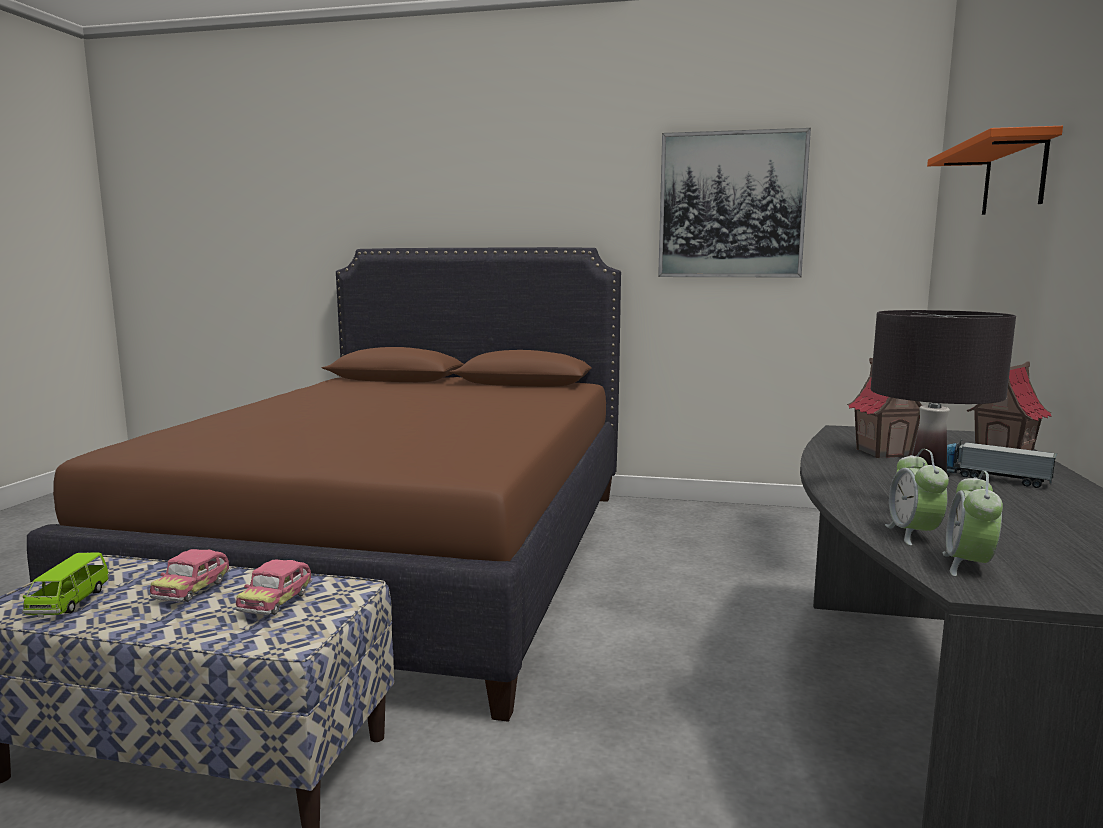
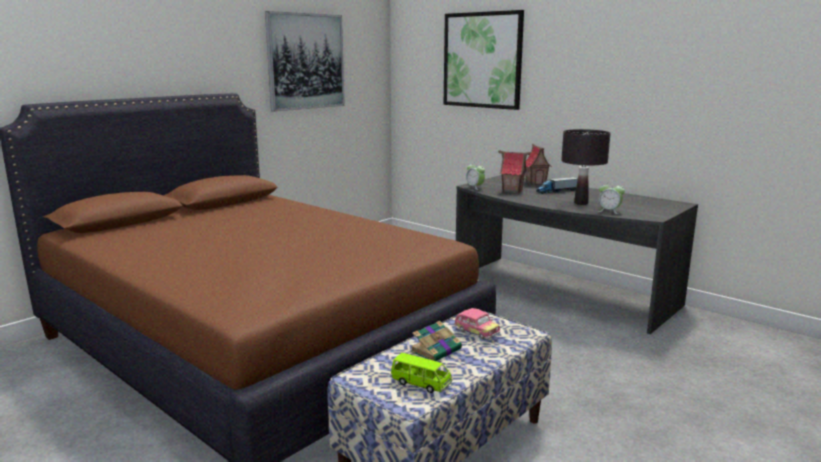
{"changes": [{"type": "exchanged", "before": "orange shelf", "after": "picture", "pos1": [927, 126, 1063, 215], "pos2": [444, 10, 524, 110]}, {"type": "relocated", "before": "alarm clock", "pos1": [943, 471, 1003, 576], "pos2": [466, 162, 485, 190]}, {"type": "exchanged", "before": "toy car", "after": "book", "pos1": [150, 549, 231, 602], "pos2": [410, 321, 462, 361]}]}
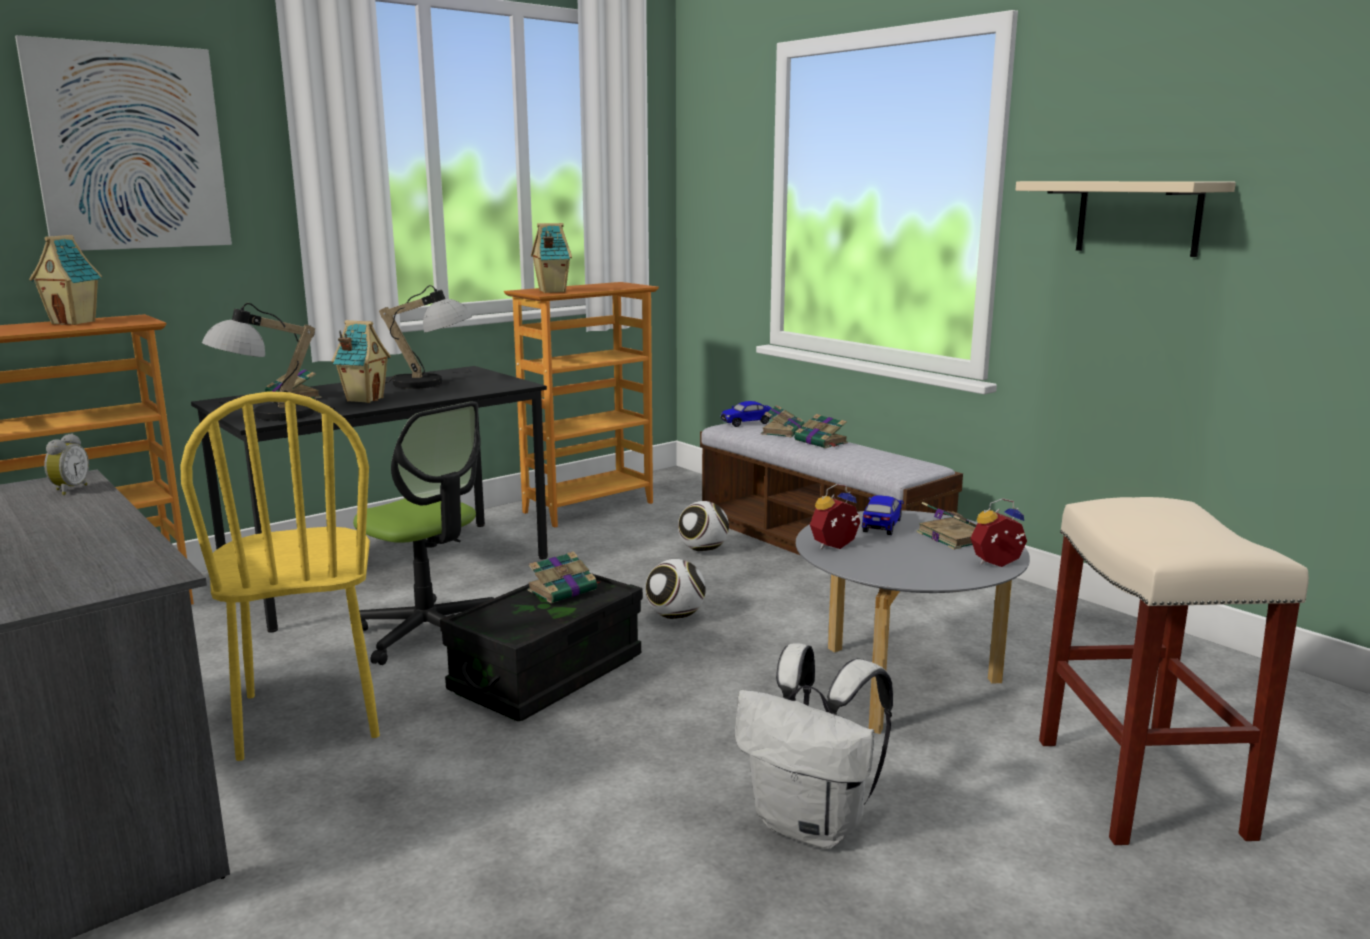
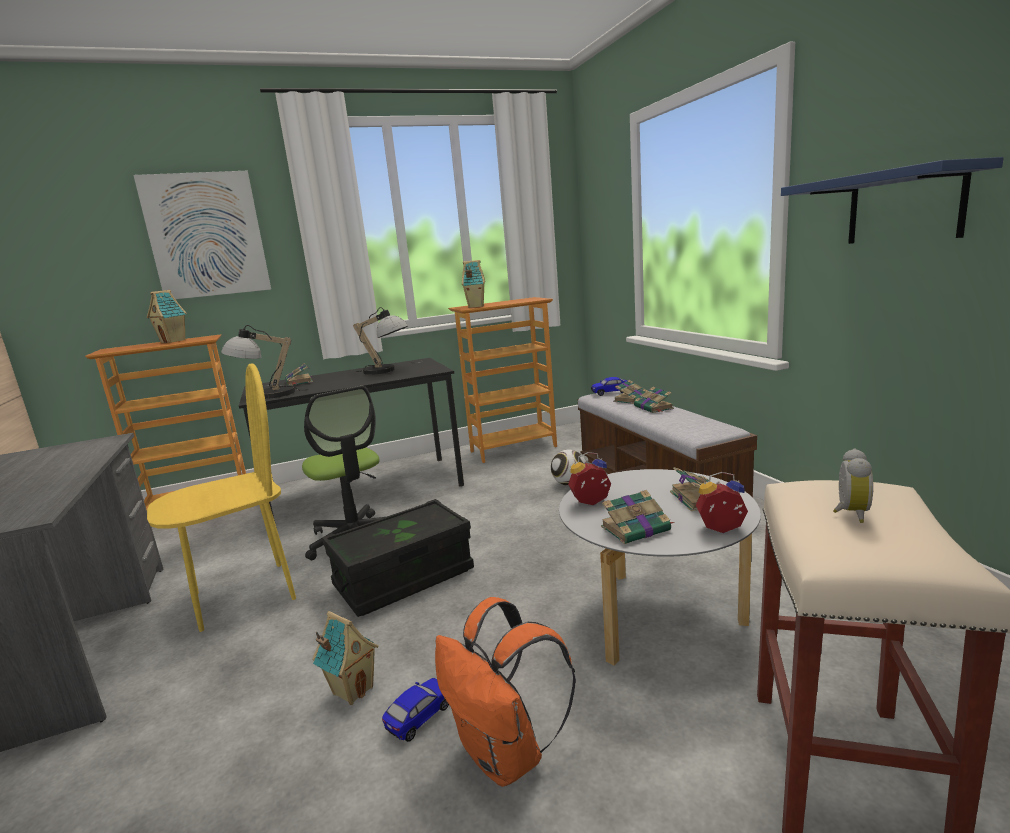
{"changes": [{"type": "colour", "before": "beige shelf", "after": "blue shelf", "pos1": [1015, 181, 1236, 257], "pos2": [781, 157, 1004, 244]}, {"type": "relocated", "before": "toy house", "pos1": [332, 320, 391, 403], "pos2": [312, 611, 378, 705]}, {"type": "spun", "before": "yellow chair", "pos1": [181, 391, 380, 761], "pos2": [147, 363, 296, 632], "turn": -120}, {"type": "relocated", "before": "alarm clock", "pos1": [44, 434, 89, 495], "pos2": [833, 448, 873, 523]}, {"type": "relocated", "before": "toy car", "pos1": [862, 495, 904, 535], "pos2": [382, 678, 449, 742]}, {"type": "relocated", "before": "book", "pos1": [527, 551, 600, 603], "pos2": [601, 490, 675, 544]}, {"type": "missing", "before": "football", "pos1": [646, 559, 706, 619]}, {"type": "colour", "before": "white backpack", "after": "orange backpack", "pos1": [735, 643, 893, 849], "pos2": [435, 597, 576, 787]}]}
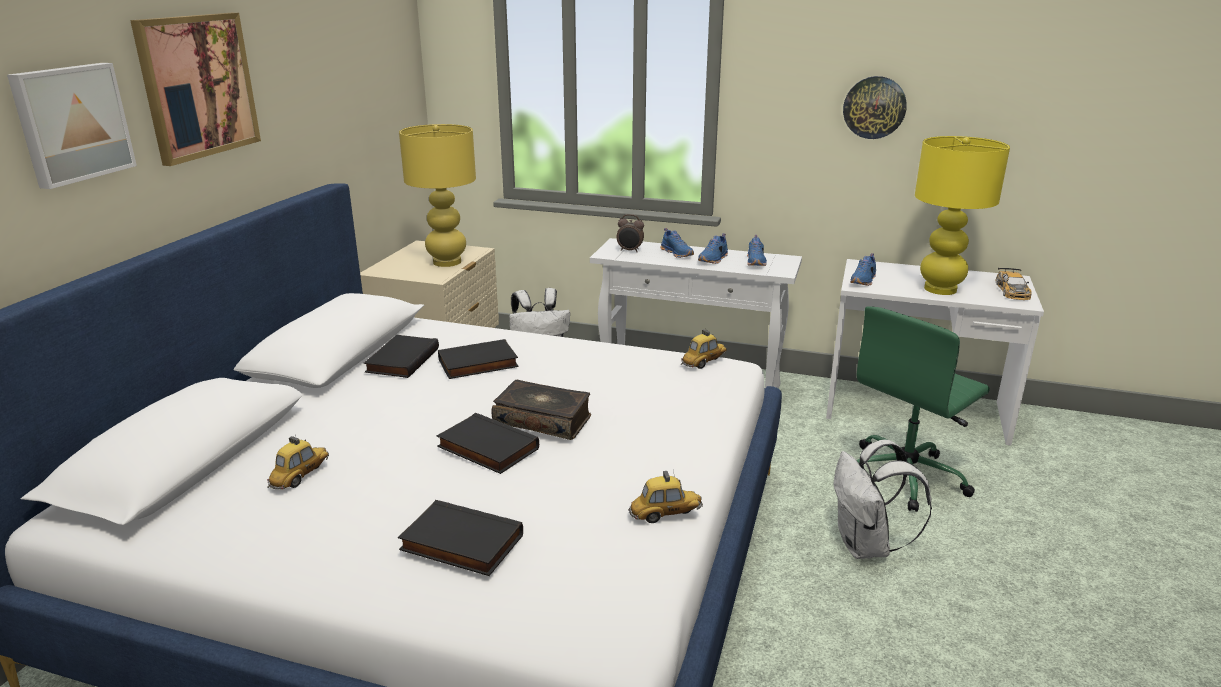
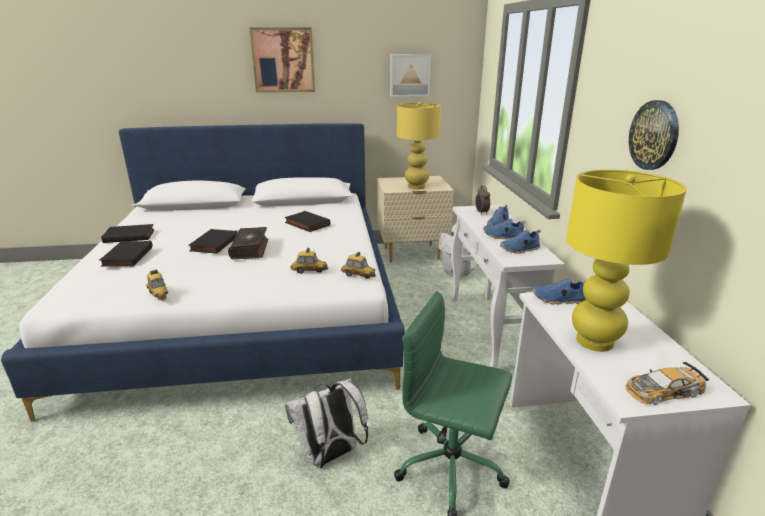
{"changes": [{"type": "relocated", "before": "picture", "pos1": [7, 63, 137, 189], "pos2": [390, 54, 431, 97]}, {"type": "relocated", "before": "black book", "pos1": [364, 335, 439, 378], "pos2": [101, 224, 155, 243]}, {"type": "relocated", "before": "toy car", "pos1": [267, 435, 329, 490], "pos2": [290, 248, 328, 274]}]}
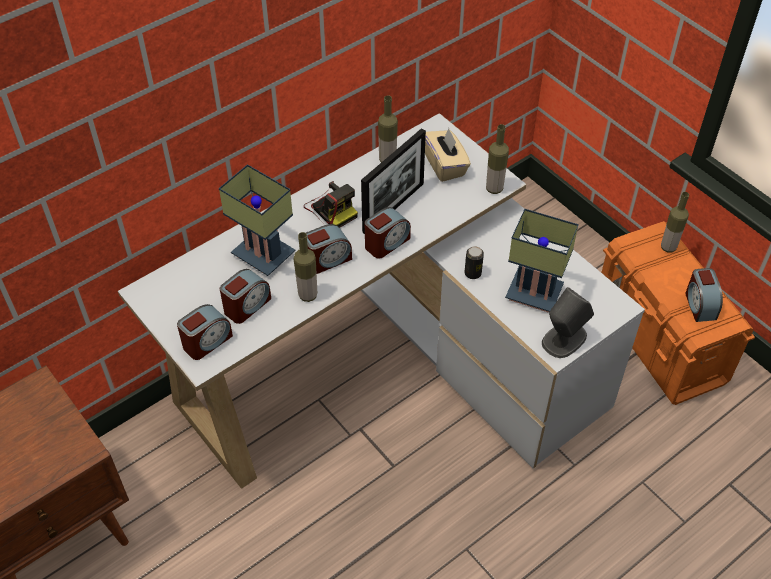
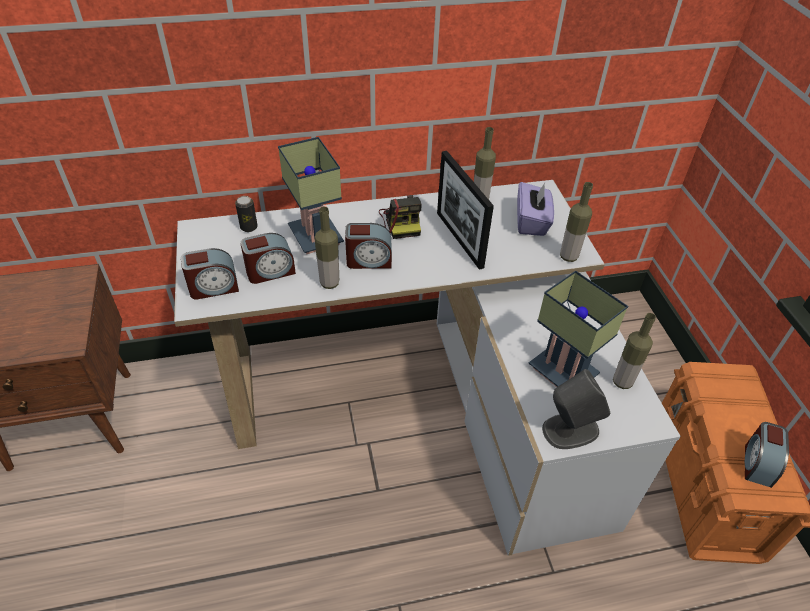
{"changes": [{"type": "spun", "before": "picture frame", "pos1": [361, 128, 426, 234], "pos2": [437, 151, 494, 270], "turn": 90}, {"type": "colour", "before": "beige tissue box", "after": "purple tissue box", "pos1": [425, 128, 471, 182], "pos2": [517, 182, 554, 236]}, {"type": "relocated", "before": "bottle", "pos1": [661, 192, 689, 253], "pos2": [613, 313, 656, 389]}, {"type": "missing", "before": "alarm clock", "pos1": [365, 207, 411, 259]}, {"type": "relocated", "before": "can", "pos1": [465, 246, 484, 279], "pos2": [235, 196, 258, 232]}]}
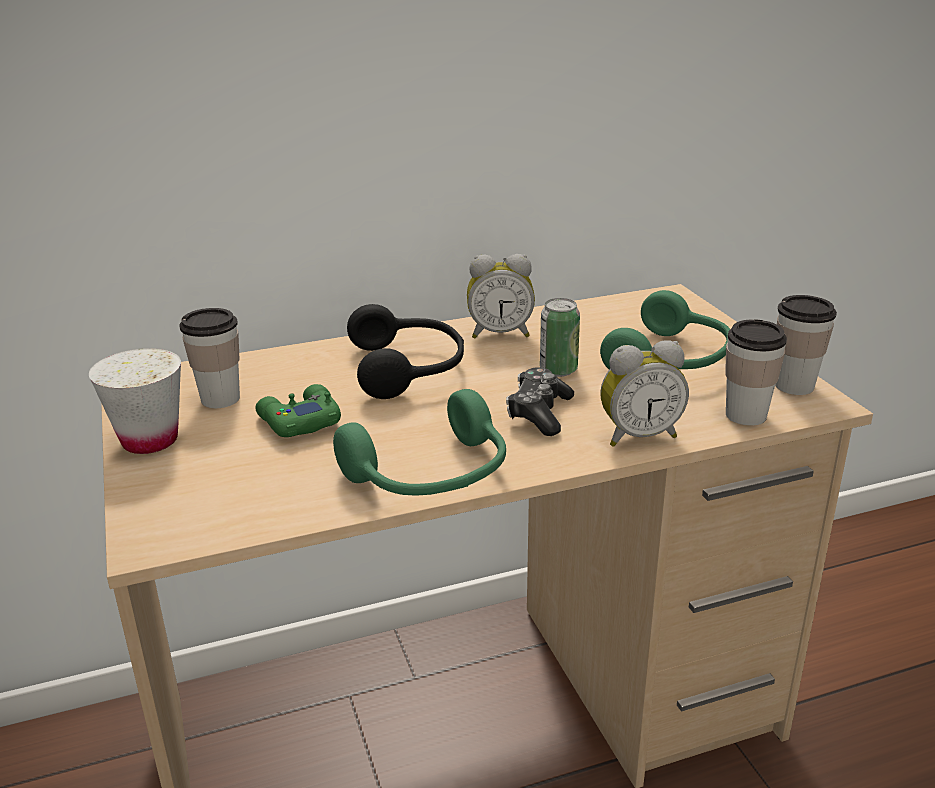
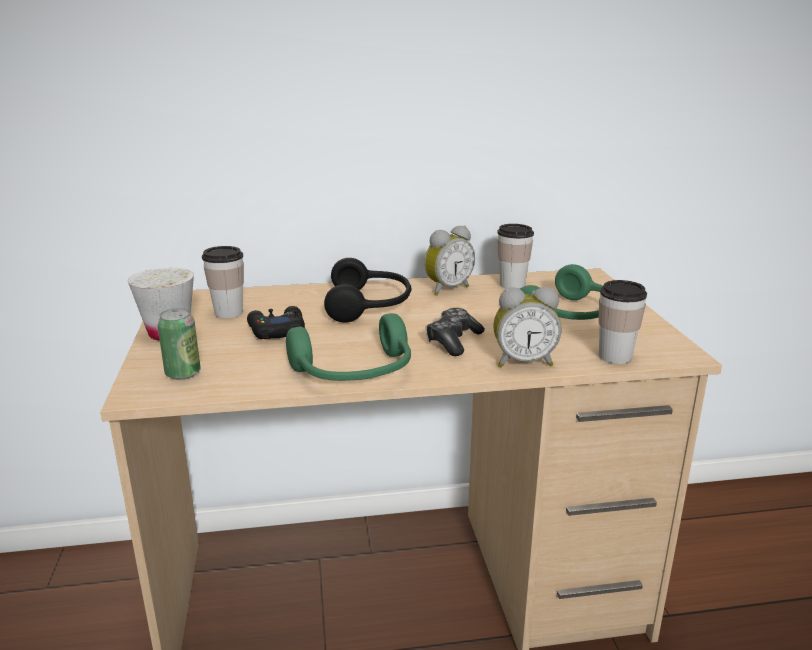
{"changes": [{"type": "spun", "before": "alarm clock", "pos1": [467, 254, 535, 339], "pos2": [424, 225, 475, 295], "turn": -45}, {"type": "relocated", "before": "cup", "pos1": [775, 295, 837, 395], "pos2": [497, 224, 534, 289]}, {"type": "relocated", "before": "can", "pos1": [540, 298, 580, 377], "pos2": [157, 308, 201, 380]}, {"type": "colour", "before": "green game controller", "after": "black game controller", "pos1": [255, 384, 341, 437], "pos2": [247, 306, 305, 339]}]}
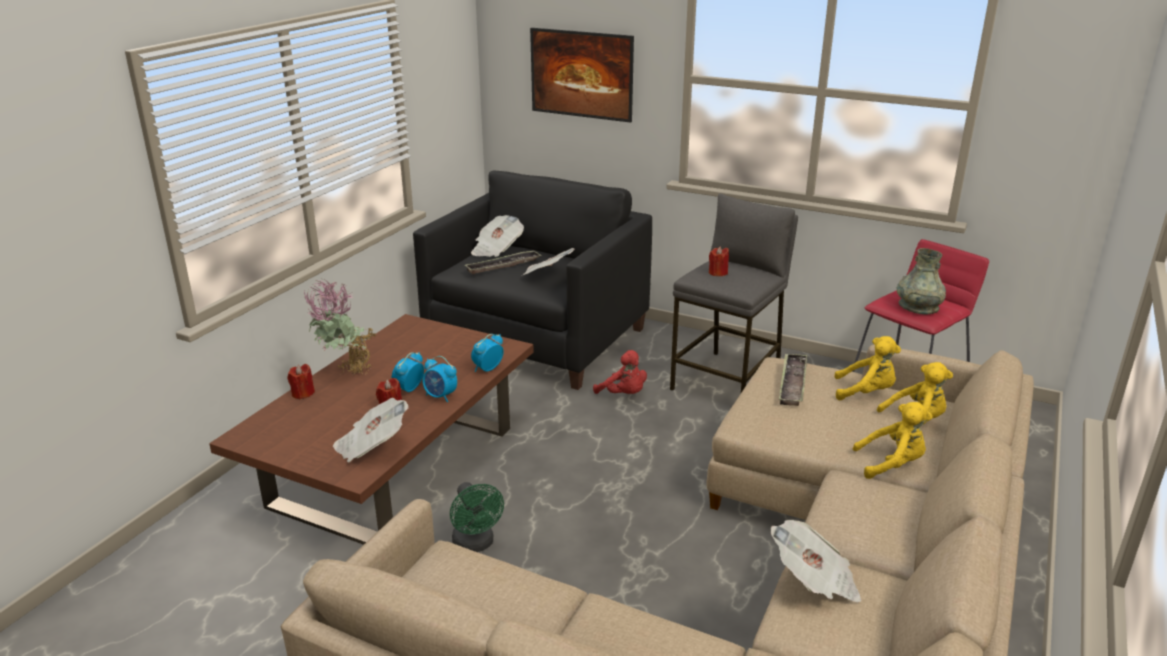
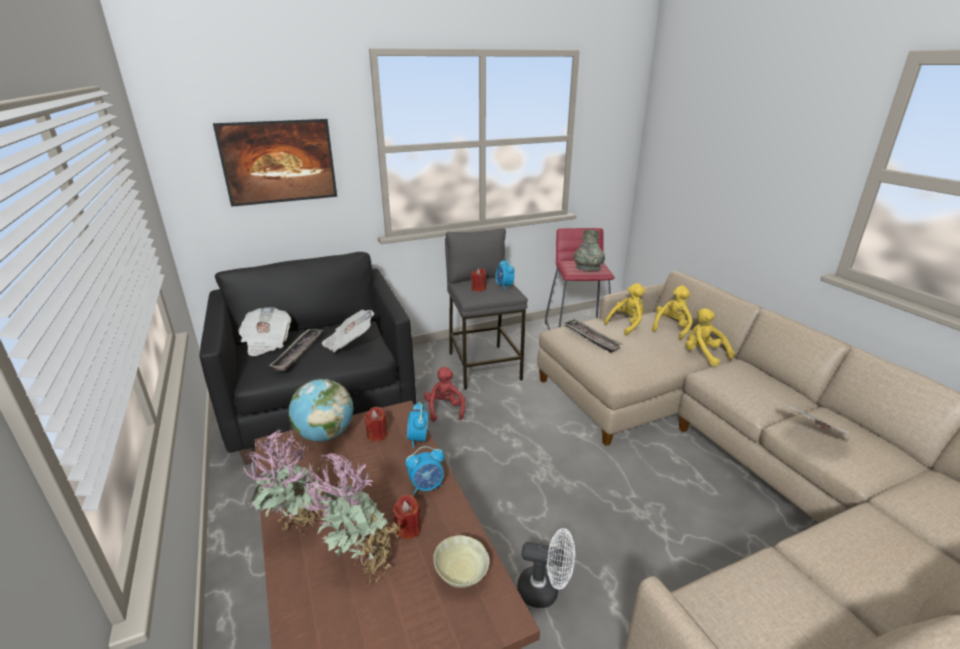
{"changes": [{"type": "spun", "before": "red plush toy", "pos1": [593, 350, 647, 394], "pos2": [424, 367, 465, 422], "turn": -90}, {"type": "relocated", "before": "alarm clock", "pos1": [391, 352, 424, 392], "pos2": [495, 259, 515, 290]}, {"type": "relocated", "before": "red candle", "pos1": [288, 364, 315, 399], "pos2": [364, 407, 388, 441]}, {"type": "exchanged", "before": "newspaper", "after": "beige bowl", "pos1": [333, 398, 409, 463], "pos2": [433, 535, 489, 588]}, {"type": "spun", "before": "yellow plush toy", "pos1": [853, 402, 932, 479], "pos2": [686, 308, 735, 367], "turn": -75}, {"type": "colour", "before": "green fan", "after": "white fan", "pos1": [450, 482, 504, 552], "pos2": [517, 528, 575, 608]}, {"type": "appeared", "after": "globe", "pos2": [289, 379, 353, 442]}, {"type": "appeared", "after": "potted plant", "pos2": [300, 452, 401, 584]}]}
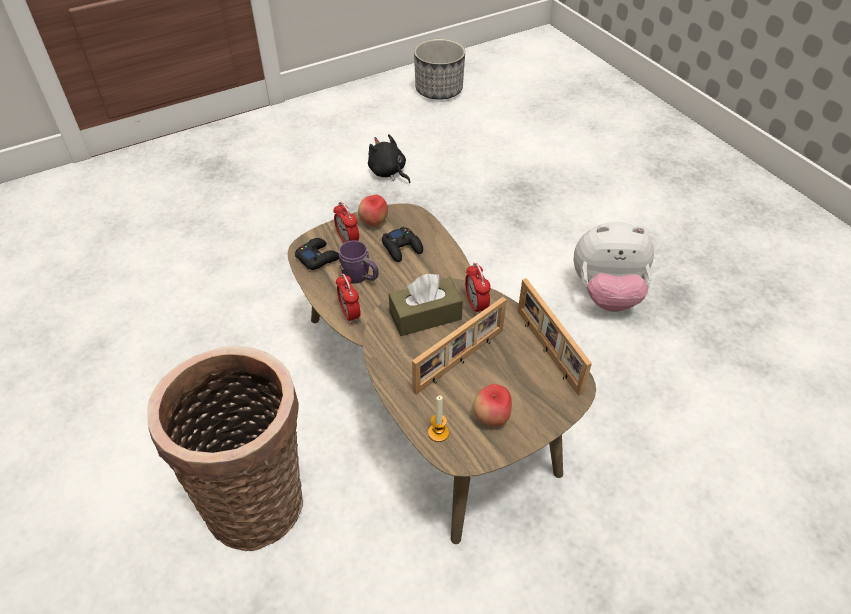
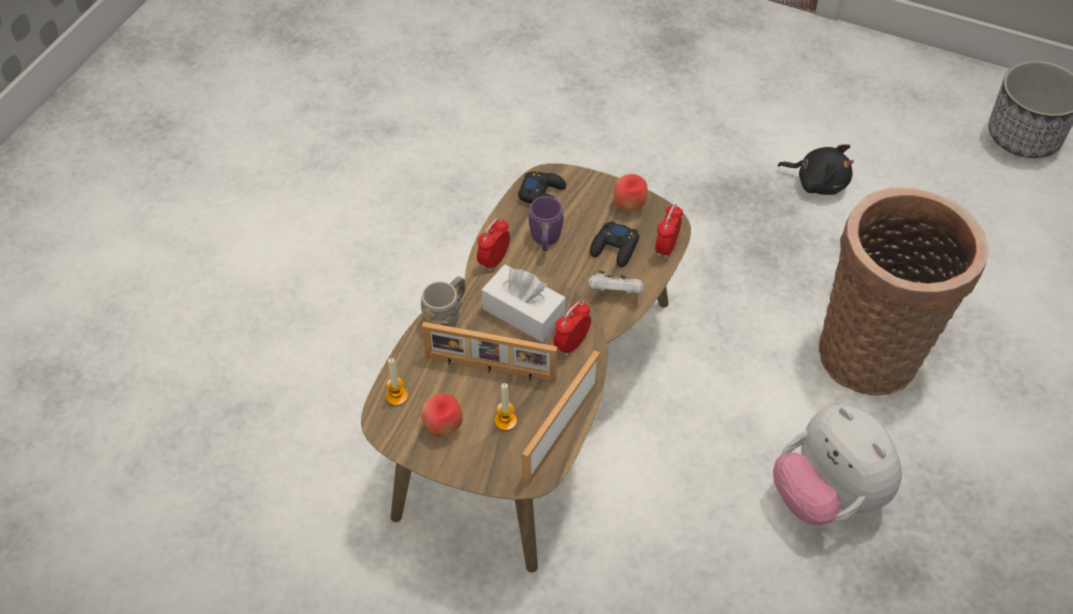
{"changes": [{"type": "spun", "before": "black plush toy", "pos1": [368, 134, 411, 183], "pos2": [778, 144, 854, 195], "turn": 105}, {"type": "relocated", "before": "alarm clock", "pos1": [334, 202, 359, 243], "pos2": [655, 204, 683, 259]}, {"type": "colour", "before": "brown tissue box", "after": "white tissue box", "pos1": [389, 274, 463, 336], "pos2": [482, 265, 566, 342]}, {"type": "relocated", "before": "basket", "pos1": [147, 345, 303, 551], "pos2": [819, 188, 989, 395]}, {"type": "appeared", "after": "white game controller", "pos2": [588, 271, 644, 294]}, {"type": "appeared", "after": "grey mug", "pos2": [421, 276, 465, 327]}, {"type": "appeared", "after": "candle", "pos2": [495, 383, 517, 431]}]}
